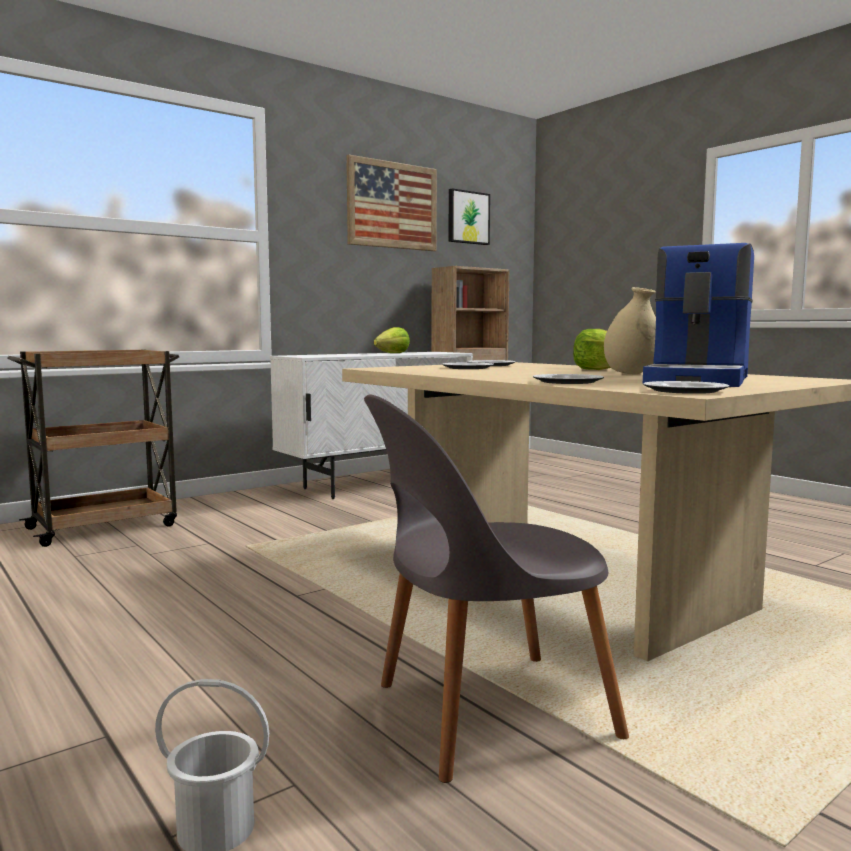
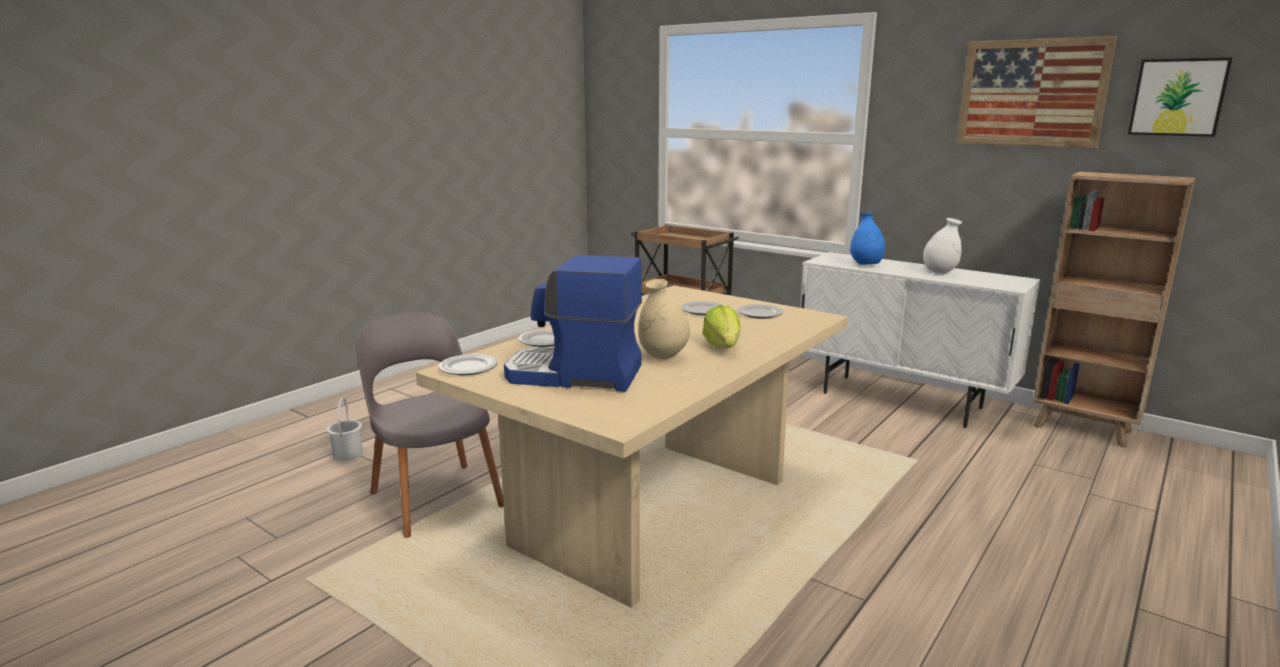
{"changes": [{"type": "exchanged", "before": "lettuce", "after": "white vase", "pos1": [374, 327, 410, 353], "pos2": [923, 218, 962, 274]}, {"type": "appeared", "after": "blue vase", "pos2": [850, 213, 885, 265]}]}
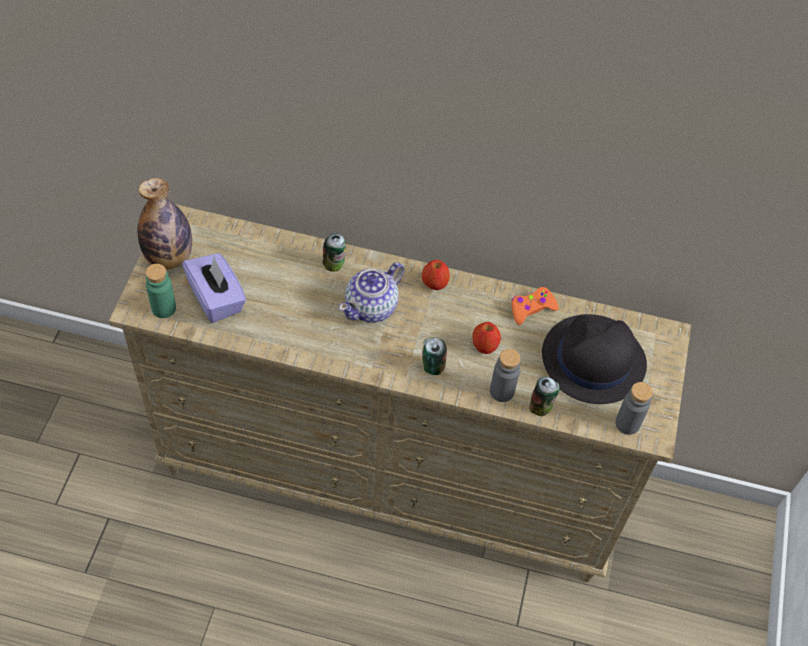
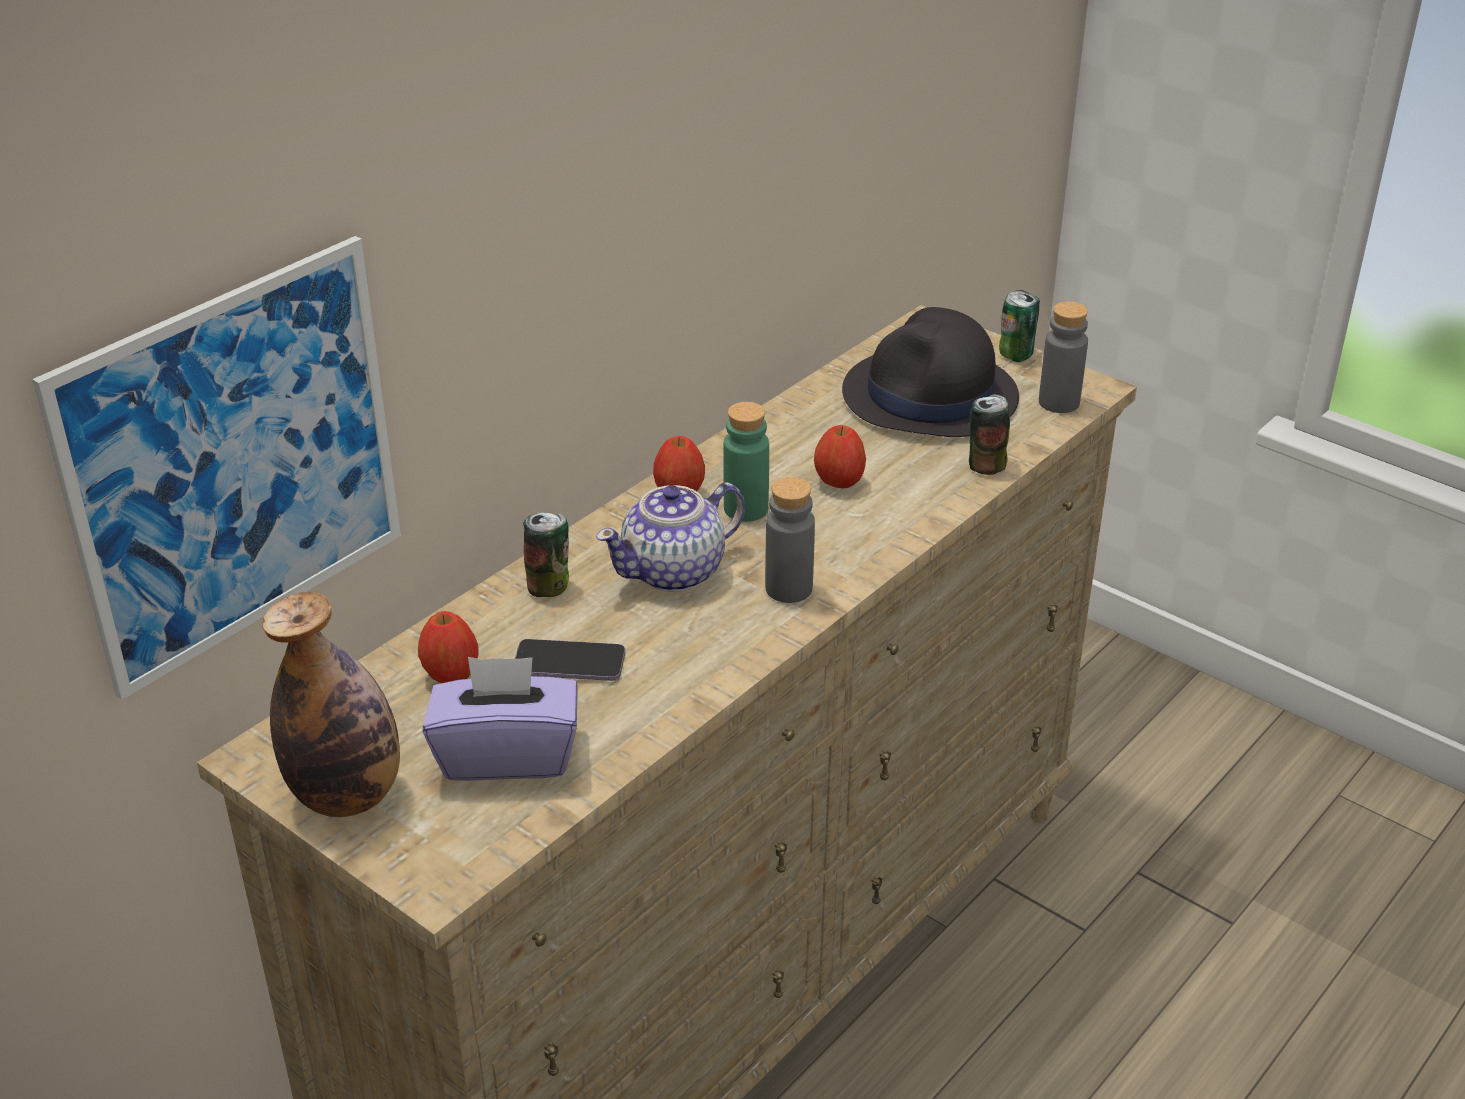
{"changes": [{"type": "spun", "before": "teapot", "pos1": [339, 262, 404, 323], "pos2": [596, 482, 745, 592], "turn": 75}, {"type": "relocated", "before": "green bottle", "pos1": [145, 264, 176, 318], "pos2": [723, 402, 769, 522]}, {"type": "missing", "before": "orange game controller", "pos1": [511, 287, 558, 325]}, {"type": "relocated", "before": "can", "pos1": [422, 337, 447, 375], "pos2": [999, 290, 1040, 362]}, {"type": "relocated", "before": "grey bottle", "pos1": [490, 349, 521, 402], "pos2": [765, 477, 815, 603]}, {"type": "appeared", "after": "picture", "pos2": [32, 236, 401, 700]}, {"type": "appeared", "after": "apple", "pos2": [418, 611, 478, 683]}, {"type": "appeared", "after": "phone", "pos2": [515, 639, 625, 681]}]}
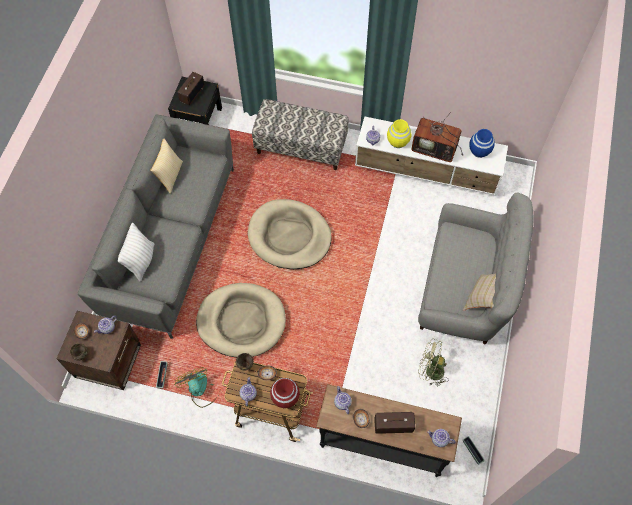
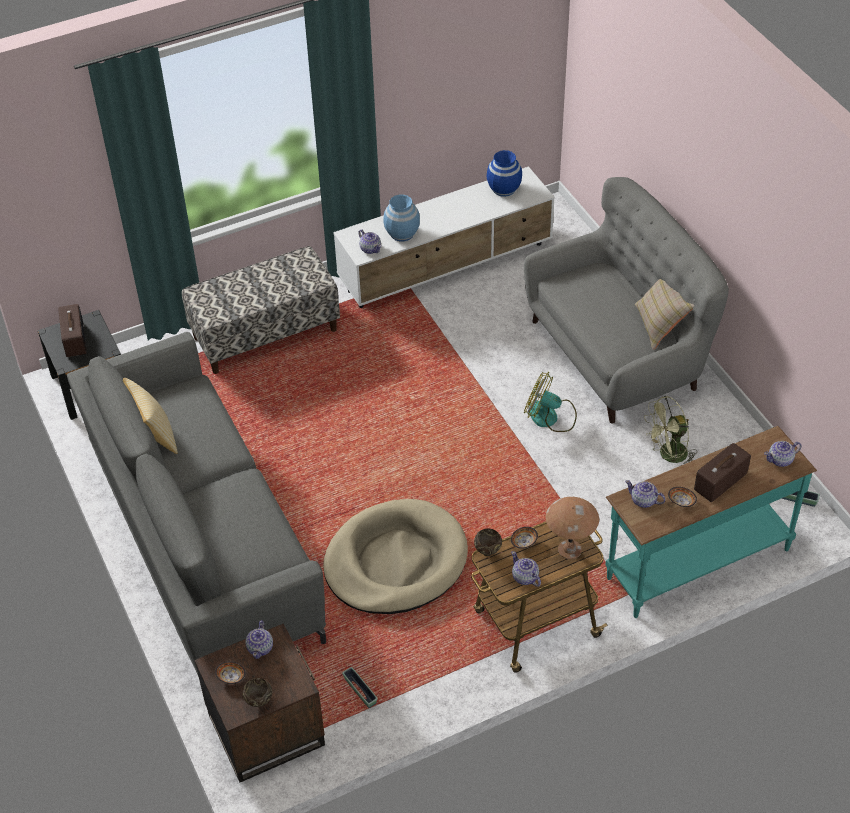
{"changes": [{"type": "missing", "before": "television", "pos1": [412, 112, 463, 162]}, {"type": "colour", "before": "yellow vase", "after": "blue vase", "pos1": [387, 119, 412, 148], "pos2": [384, 194, 420, 242]}, {"type": "missing", "before": "beige dog bed", "pos1": [248, 199, 332, 269]}, {"type": "missing", "before": "white pillow", "pos1": [118, 223, 155, 282]}, {"type": "relocated", "before": "fan", "pos1": [174, 367, 220, 408], "pos2": [524, 372, 577, 432]}, {"type": "exchanged", "before": "red vase", "after": "brown table lamp", "pos1": [270, 378, 300, 408], "pos2": [545, 497, 599, 559]}, {"type": "colour", "before": "black console table", "after": "turquoise console table", "pos1": [316, 384, 462, 477], "pos2": [606, 426, 817, 618]}]}
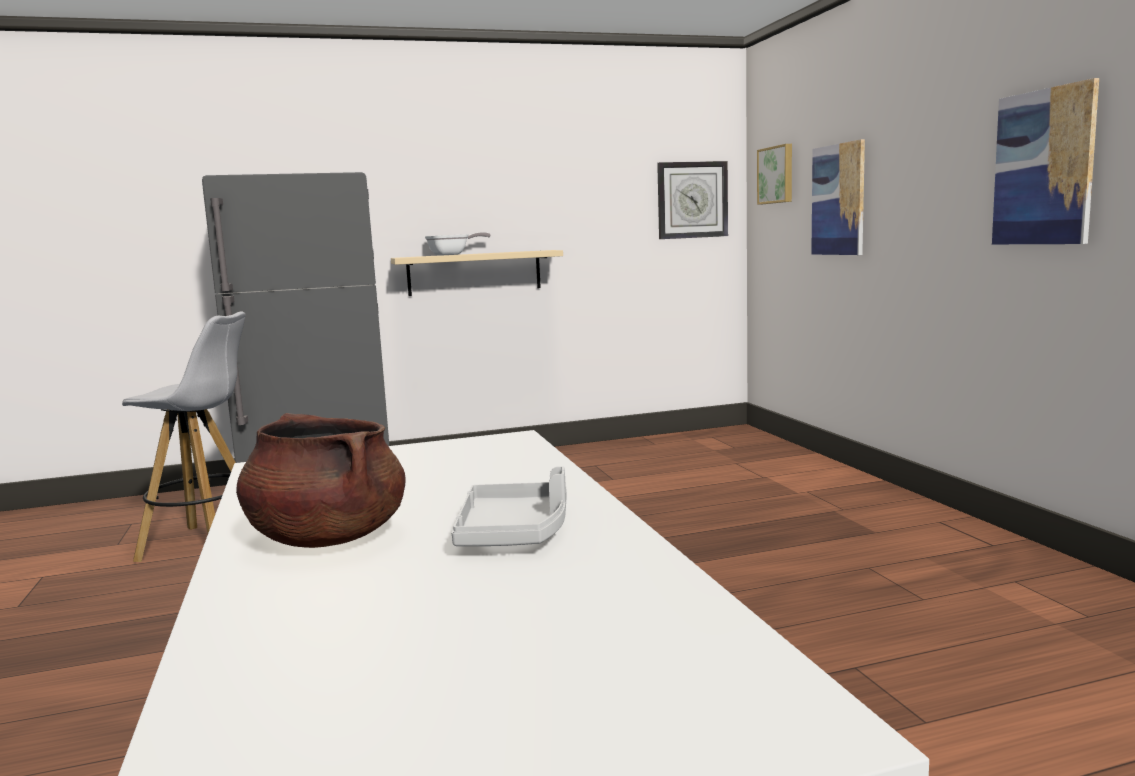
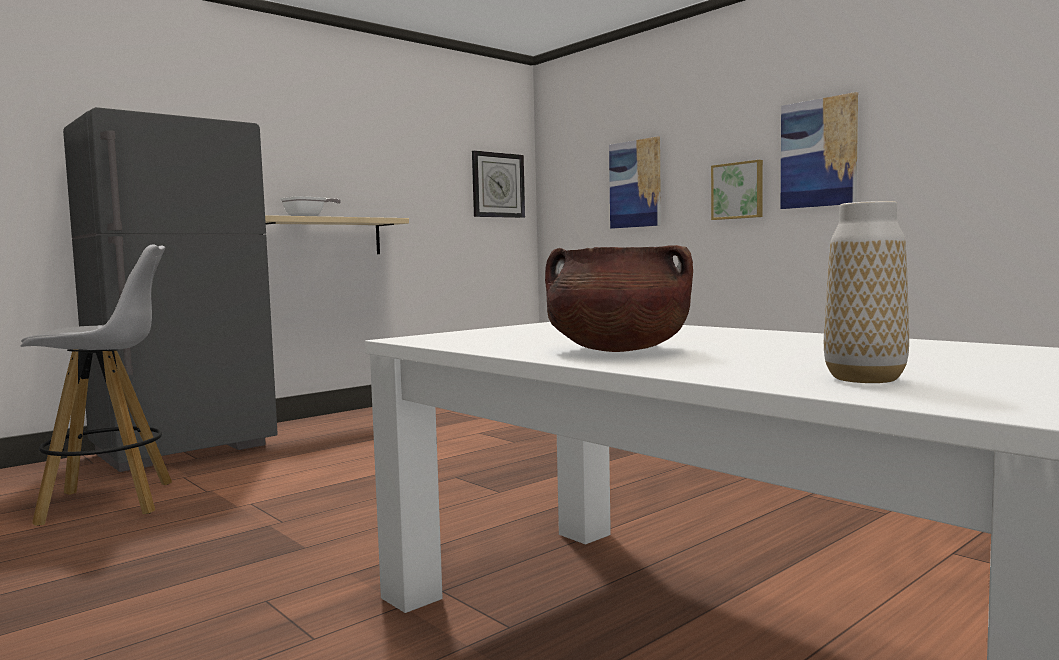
{"changes": [{"type": "relocated", "before": "picture", "pos1": [757, 144, 792, 205], "pos2": [711, 160, 763, 220]}, {"type": "missing", "before": "grey tray", "pos1": [451, 466, 567, 546]}, {"type": "appeared", "after": "vase", "pos2": [824, 201, 909, 383]}]}
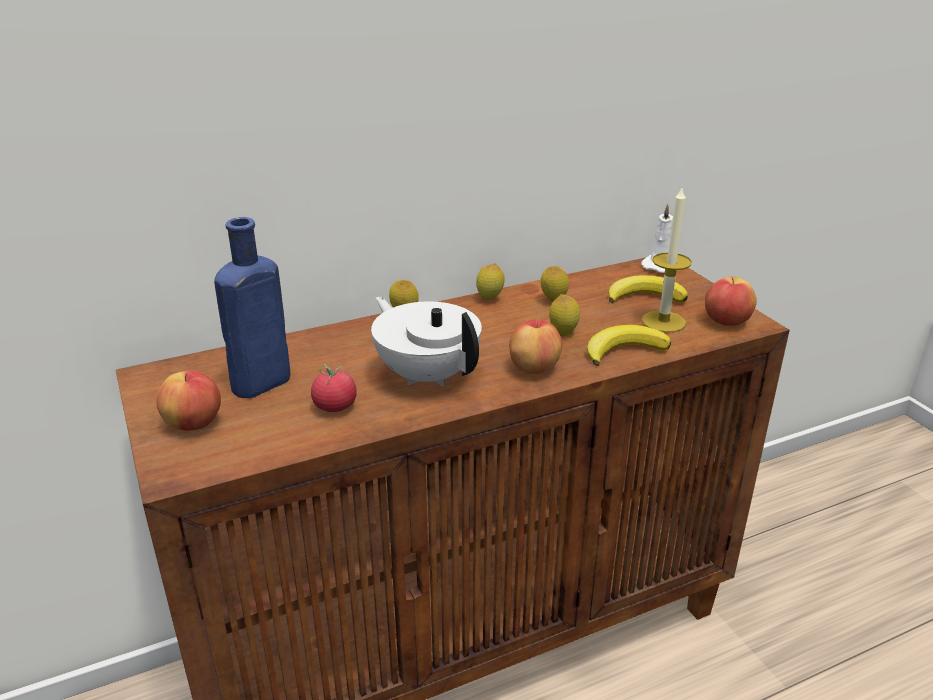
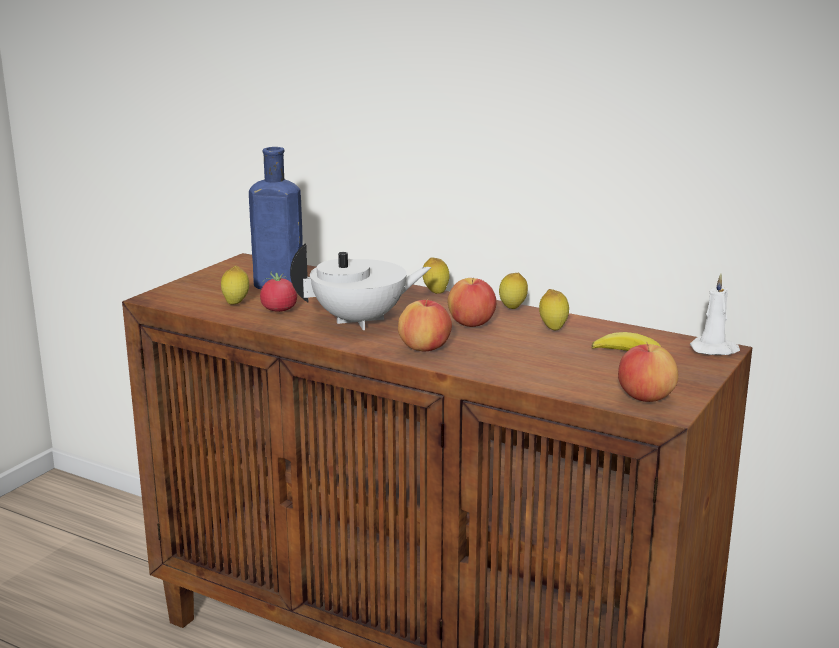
{"changes": [{"type": "missing", "before": "candle", "pos1": [642, 188, 692, 333]}, {"type": "relocated", "before": "lemon", "pos1": [549, 294, 580, 336], "pos2": [221, 265, 249, 305]}, {"type": "spun", "before": "white teapot", "pos1": [371, 296, 482, 387], "pos2": [290, 243, 431, 330], "turn": 60}, {"type": "missing", "before": "banana", "pos1": [587, 325, 671, 366]}, {"type": "relocated", "before": "apple", "pos1": [156, 371, 221, 431], "pos2": [447, 278, 496, 327]}]}
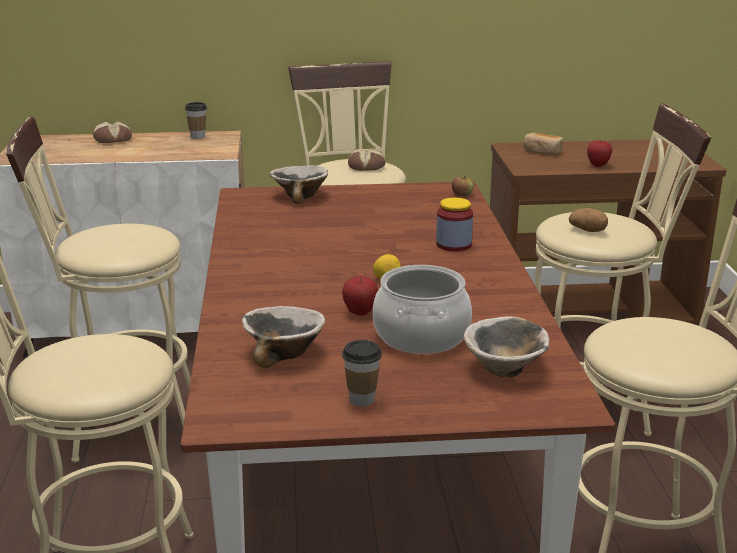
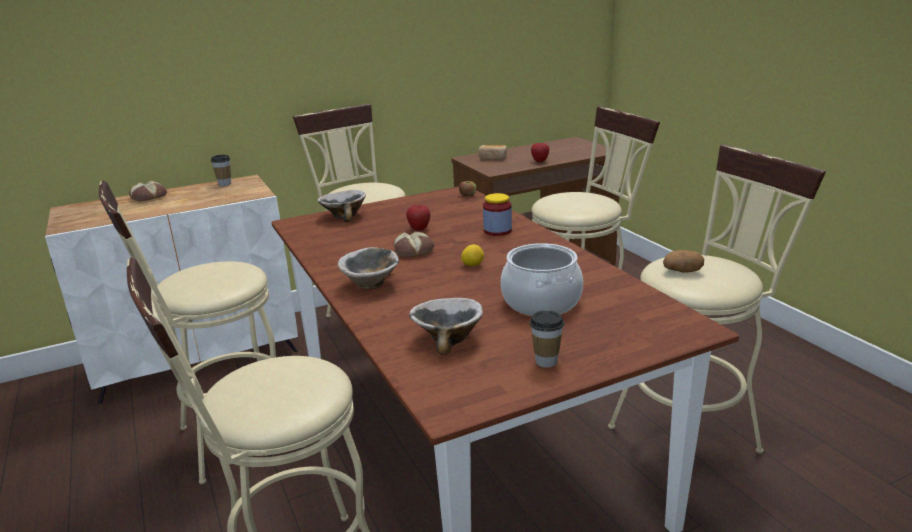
{"changes": [{"type": "relocated", "before": "bread", "pos1": [348, 148, 385, 171], "pos2": [393, 231, 434, 258]}, {"type": "relocated", "before": "potato", "pos1": [569, 208, 608, 232], "pos2": [663, 250, 704, 273]}, {"type": "relocated", "before": "apple", "pos1": [342, 276, 378, 316], "pos2": [406, 205, 431, 231]}, {"type": "relocated", "before": "bowl", "pos1": [464, 316, 549, 377], "pos2": [338, 247, 399, 289]}]}
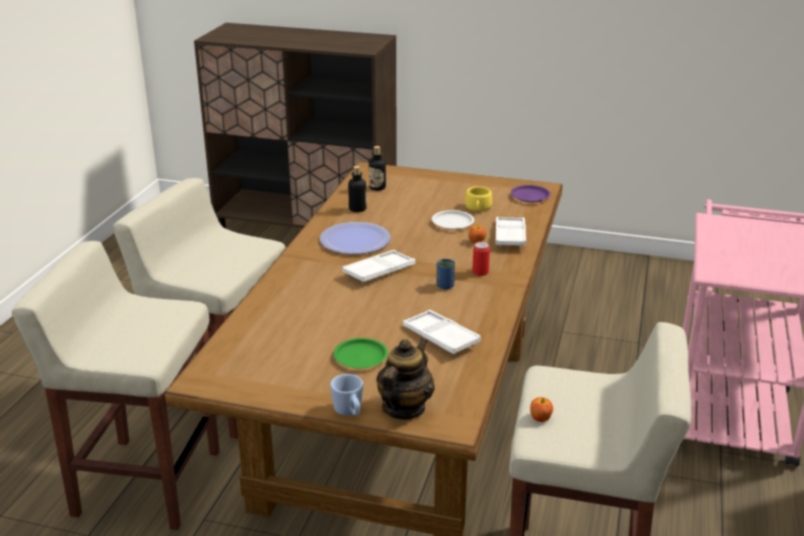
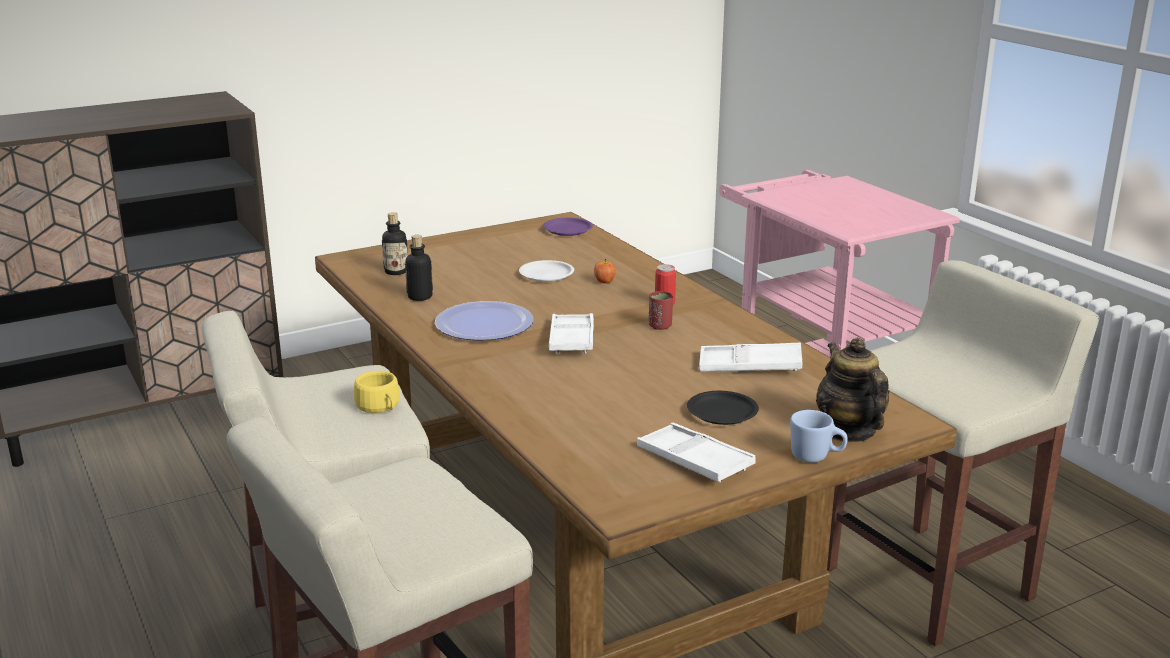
{"changes": [{"type": "relocated", "before": "yellow cup", "pos1": [465, 186, 492, 211], "pos2": [354, 371, 400, 413]}, {"type": "relocated", "before": "white tray", "pos1": [496, 217, 526, 248], "pos2": [637, 423, 755, 482]}, {"type": "colour", "before": "blue cup", "after": "red cup", "pos1": [436, 259, 455, 289], "pos2": [649, 291, 673, 330]}, {"type": "colour", "before": "green plate", "after": "black plate", "pos1": [334, 338, 388, 368], "pos2": [687, 391, 759, 425]}, {"type": "missing", "before": "apple", "pos1": [530, 397, 553, 422]}]}
